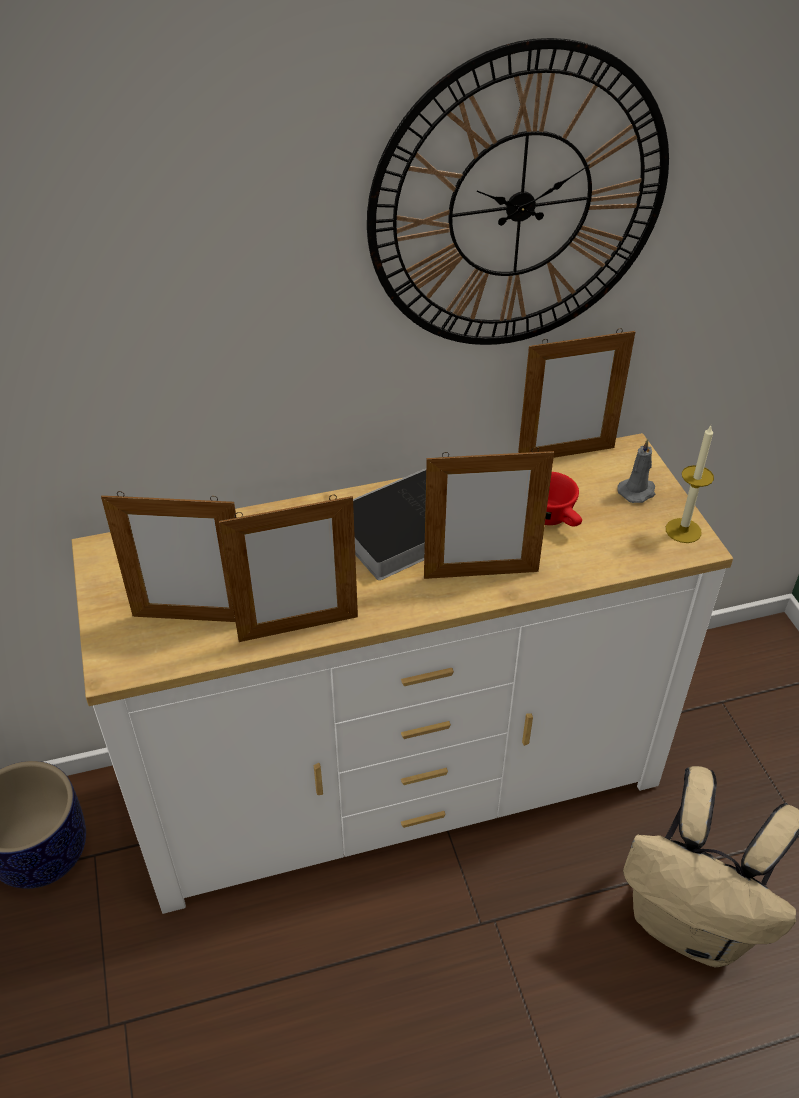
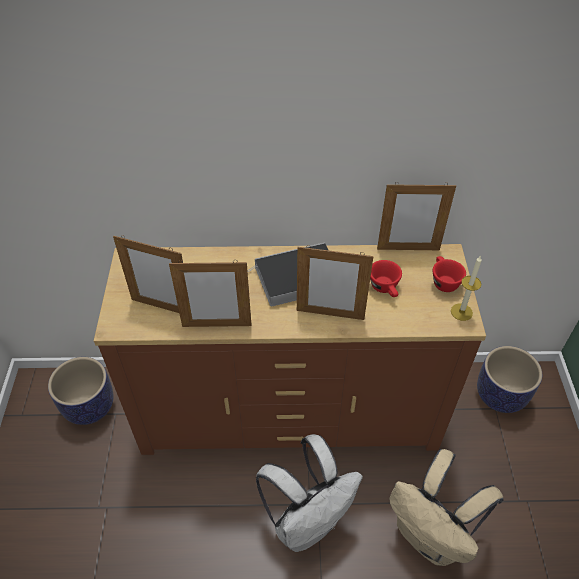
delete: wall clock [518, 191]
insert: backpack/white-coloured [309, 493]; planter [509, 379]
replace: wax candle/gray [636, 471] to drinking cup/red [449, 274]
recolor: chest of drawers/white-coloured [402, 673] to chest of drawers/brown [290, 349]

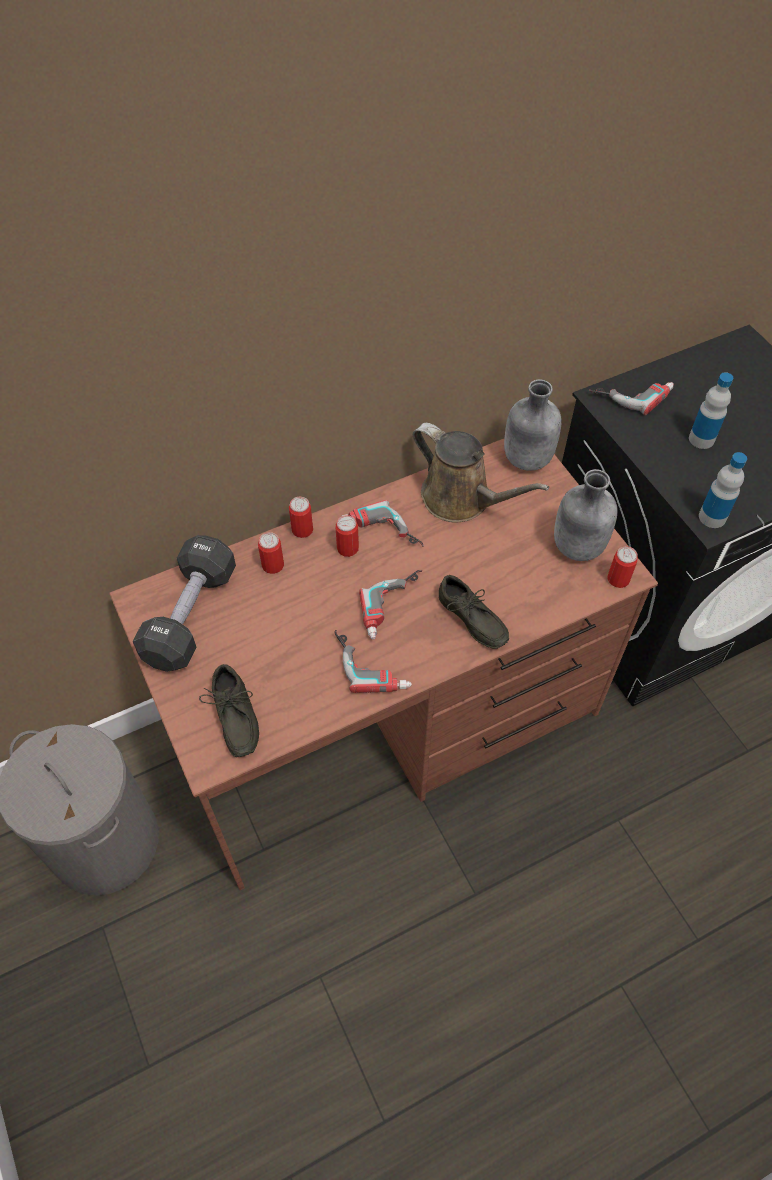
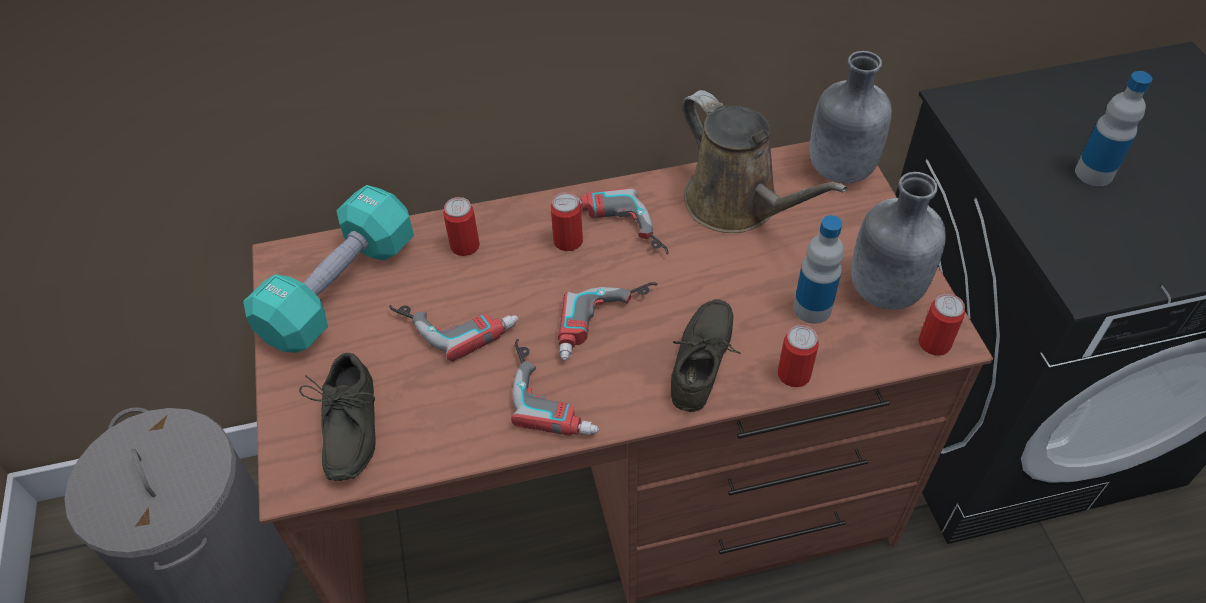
move: sealed can [301, 517] to [798, 356]; power drill [631, 398] to [454, 333]; bottle [723, 490] to [818, 269]
recolor: hand weight/blackish [184, 603] to hand weight/blue-green [328, 269]
rotate: shoe/gray [474, 612] = [706, 355] 135 degrees counterclockwise

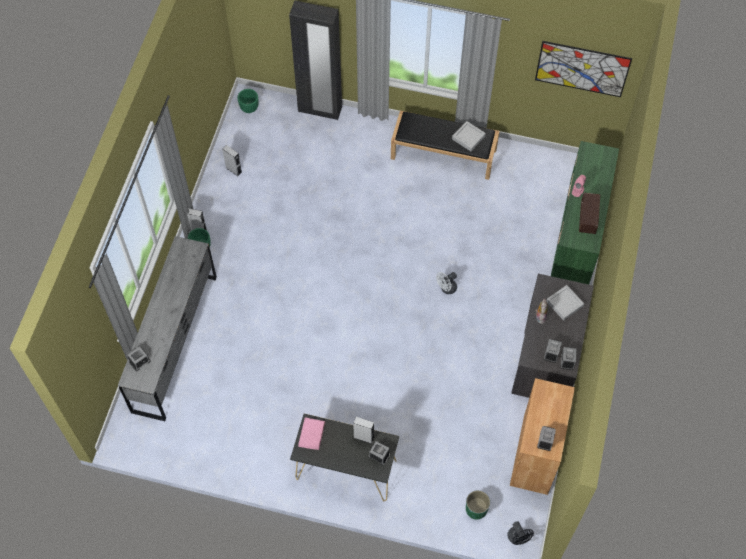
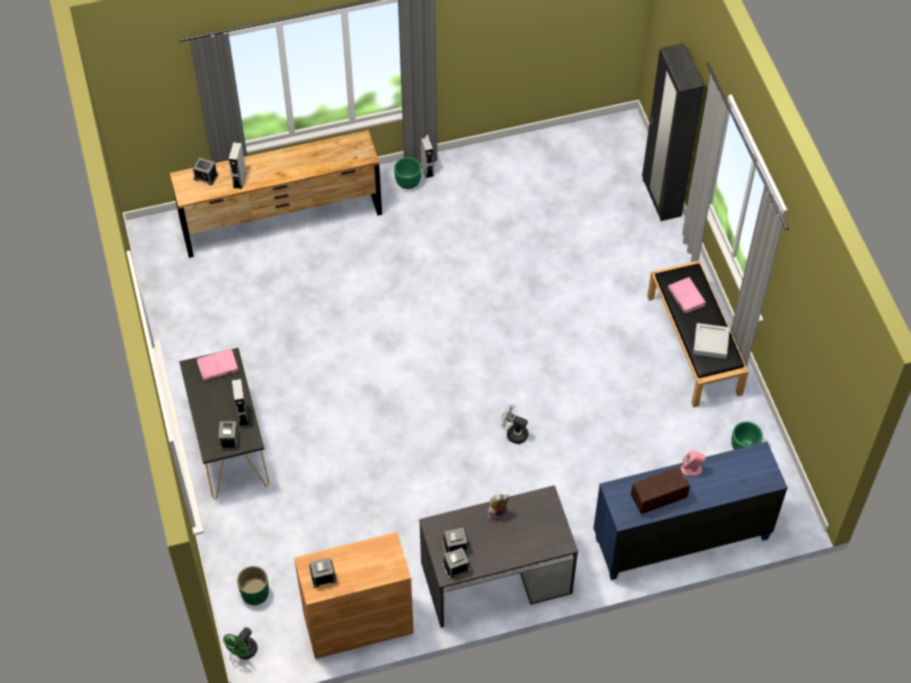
delete: wall picture [583, 69]; serving tray/gray [565, 302]
insert: bound book/pink-coloured [687, 295]
move: speaker/gray [232, 160] to [237, 165]; planter/greenish [248, 101] to [747, 435]
recolor: chest of drawers/gray [167, 328] to chest of drawers/brown [276, 194]; electric fan/blackish [520, 533] to electric fan/greenish [240, 643]; chest of drawers/greenish [585, 212] to chest of drawers/blue-coloured [690, 511]

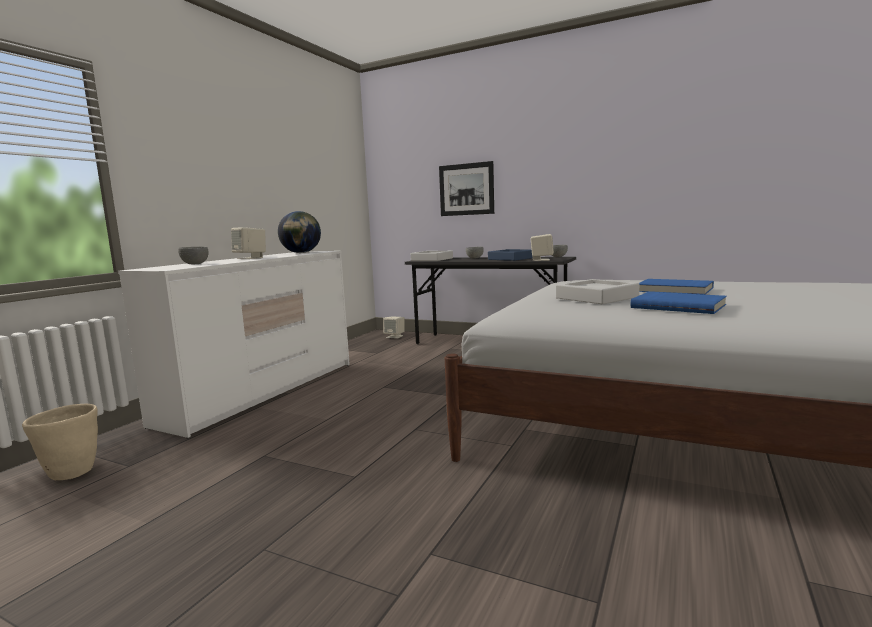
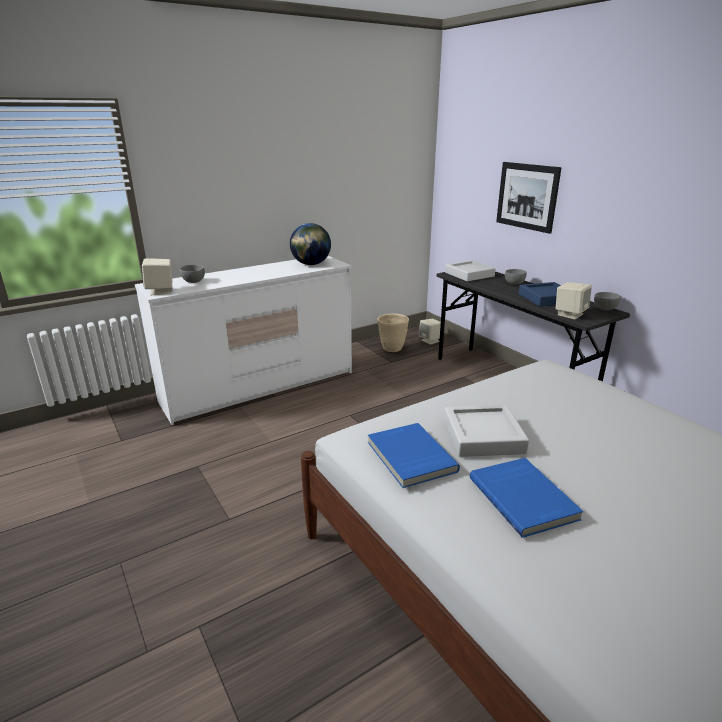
move: planter/beige-coloured [60, 442] to [393, 332]; speaker/beige-coloured [248, 243] to [157, 276]; bound book/blue-coloured [676, 287] to [414, 455]

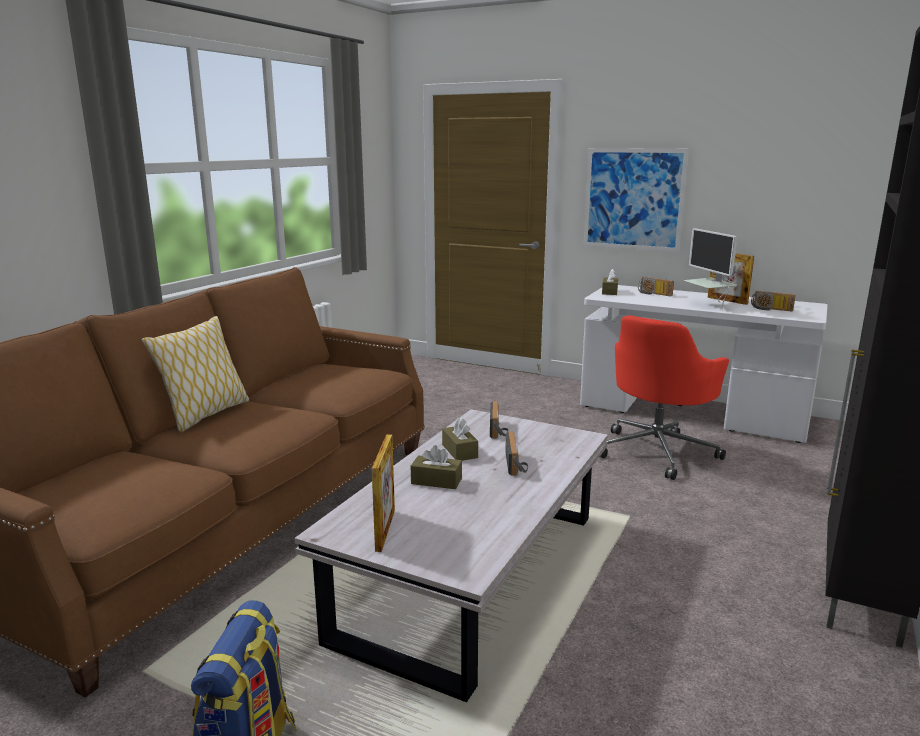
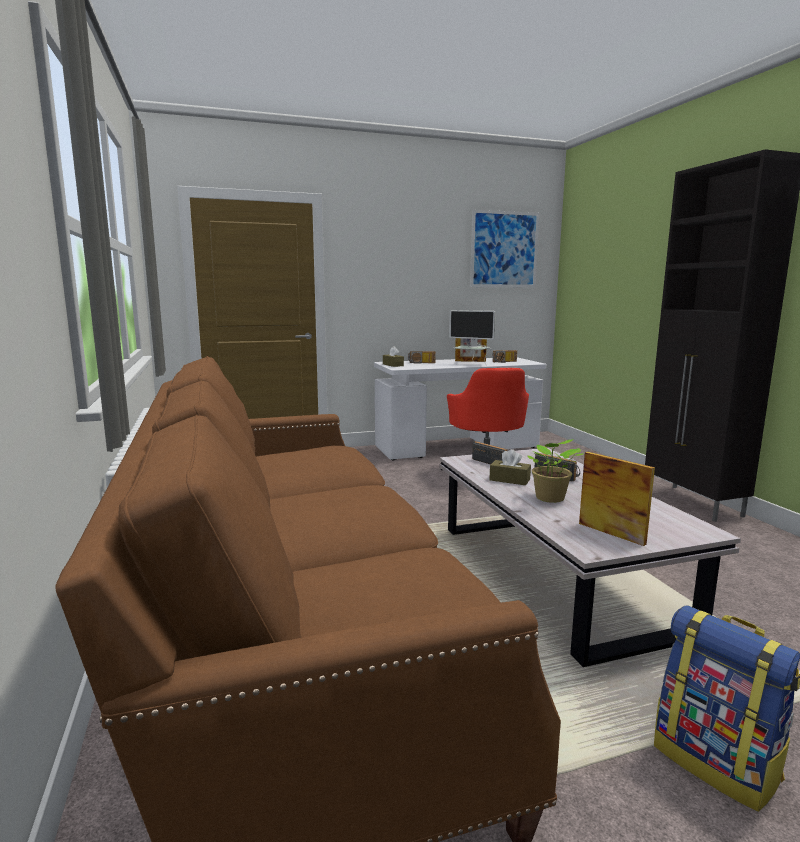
delete: cushion [195, 374]
move: wall picture [636, 200] to [504, 249]
replace: tissue box/brown [436, 467] to plant in a pot [556, 471]

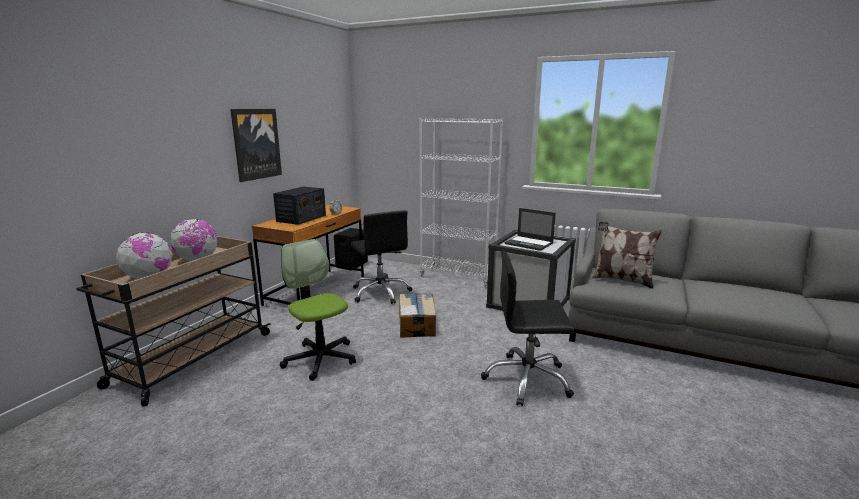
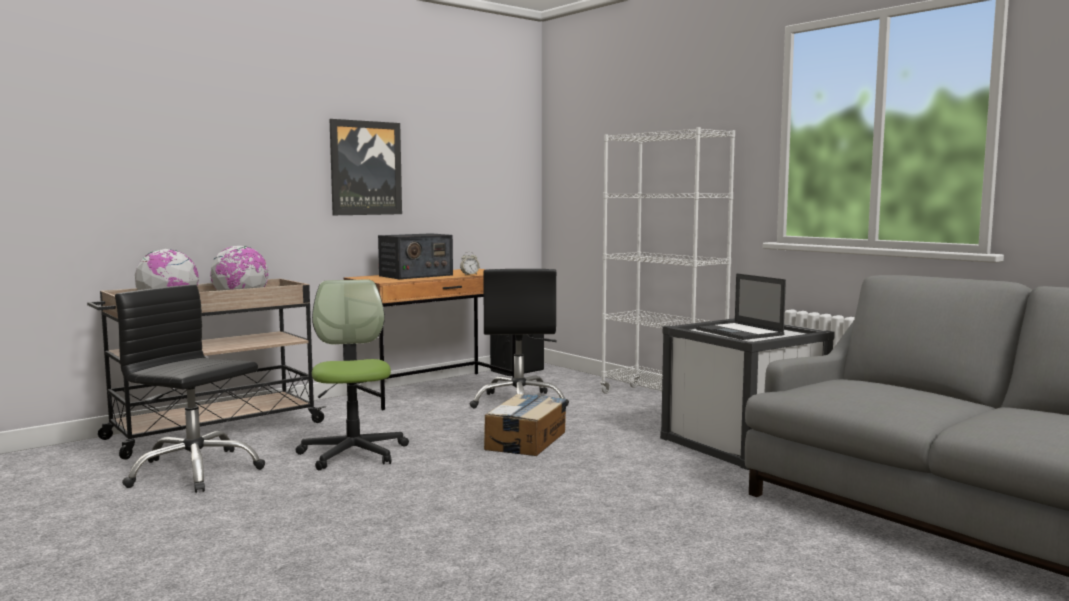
delete: cushion [627, 255]
move: desk chair/blackish [527, 328] to [190, 389]

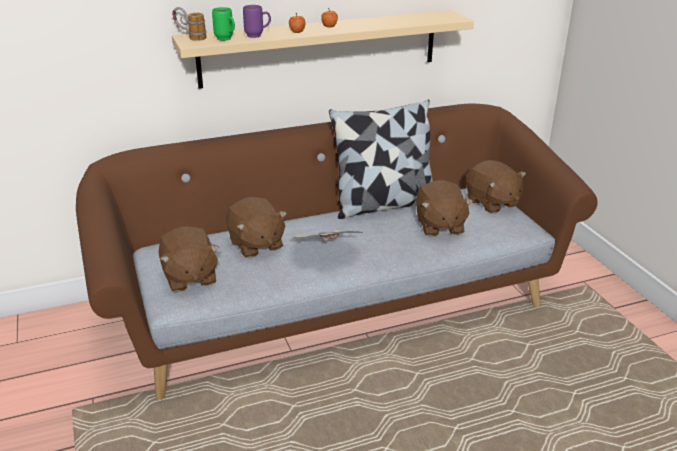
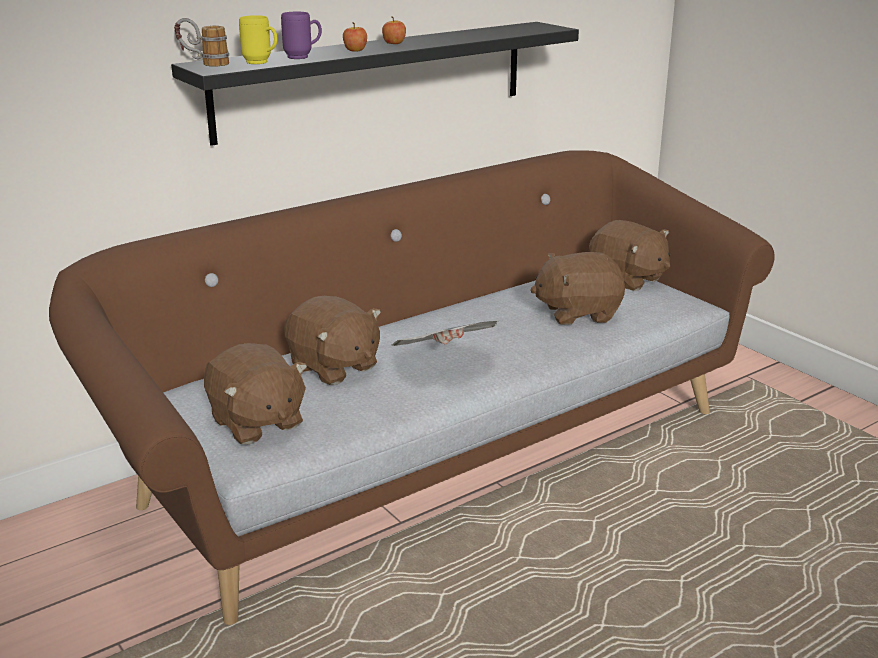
delete: cushion [381, 159]
recolor: wall shelf/beige-coloured [323, 49] to wall shelf/blackish [375, 84]; mug/greenish [223, 24] to mug/yellowish [258, 39]
rotate: cuddly toy/brown [444, 208] = [578, 288] 105 degrees clockwise

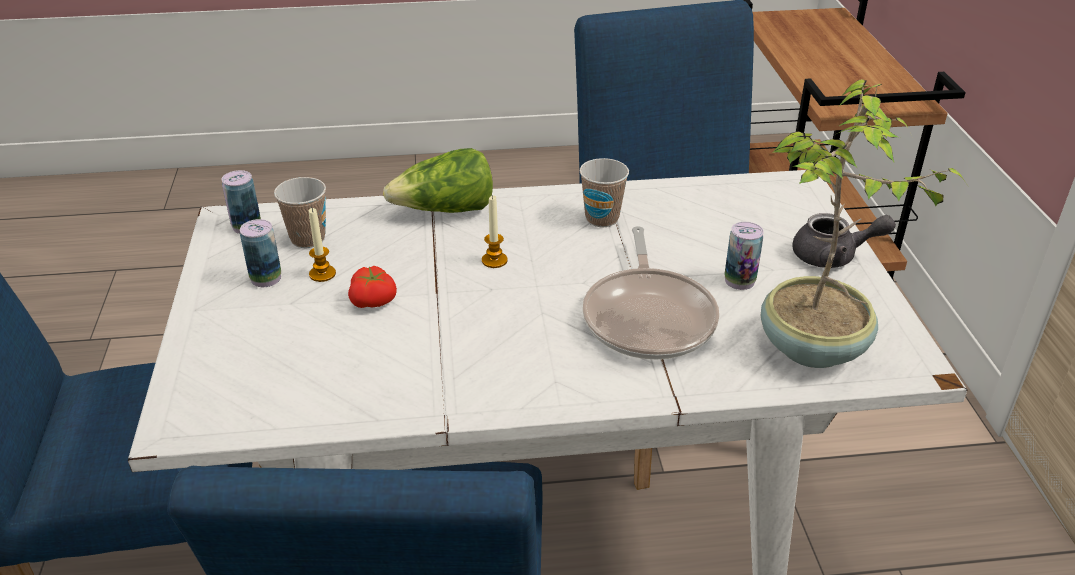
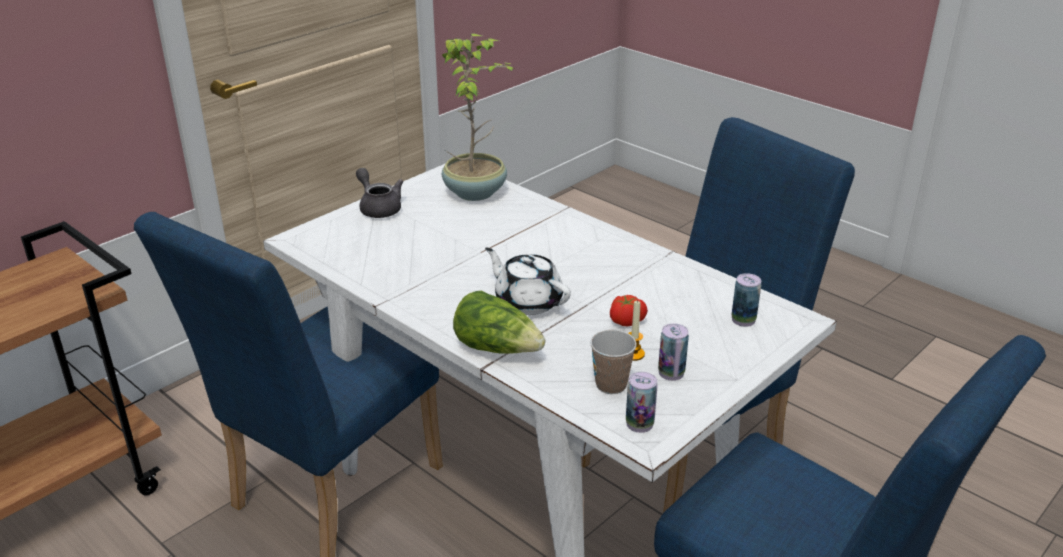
delete: drinking cup [604, 192]; frying pan [651, 293]
move: sealed can [744, 256] to [746, 300]
replace: wax candle [494, 231] to tea pot/white-coloured [528, 281]

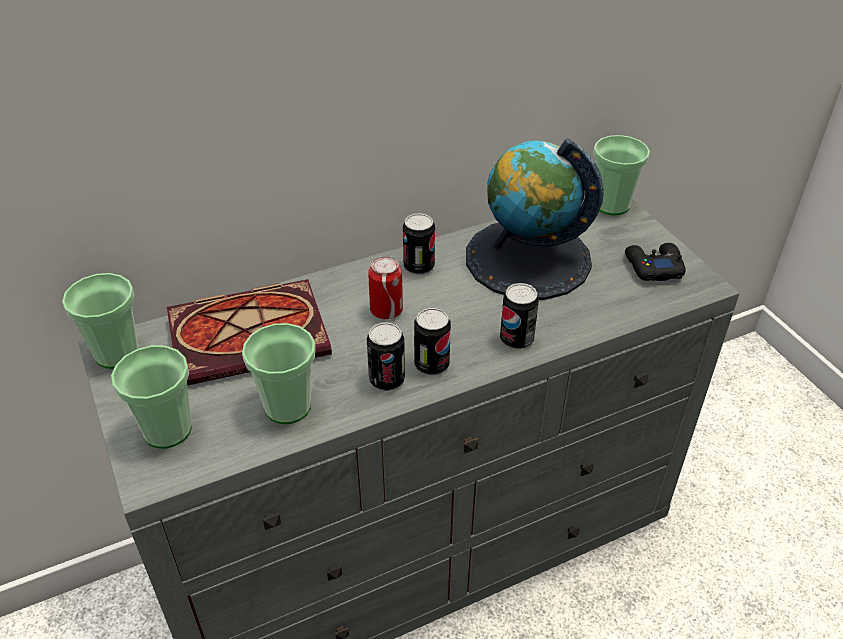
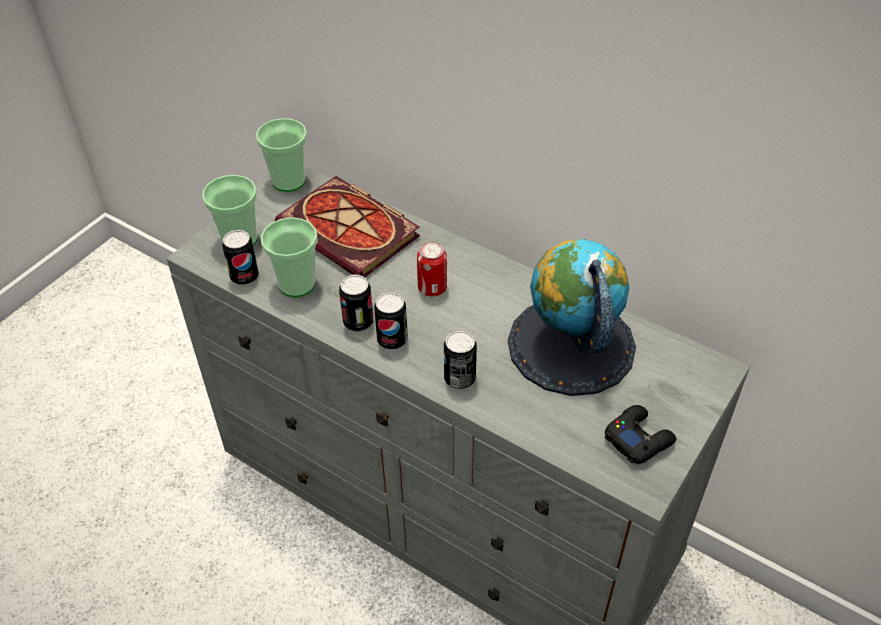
delete: drinking cup [621, 175]
move: sealed can [419, 244] to [240, 257]

